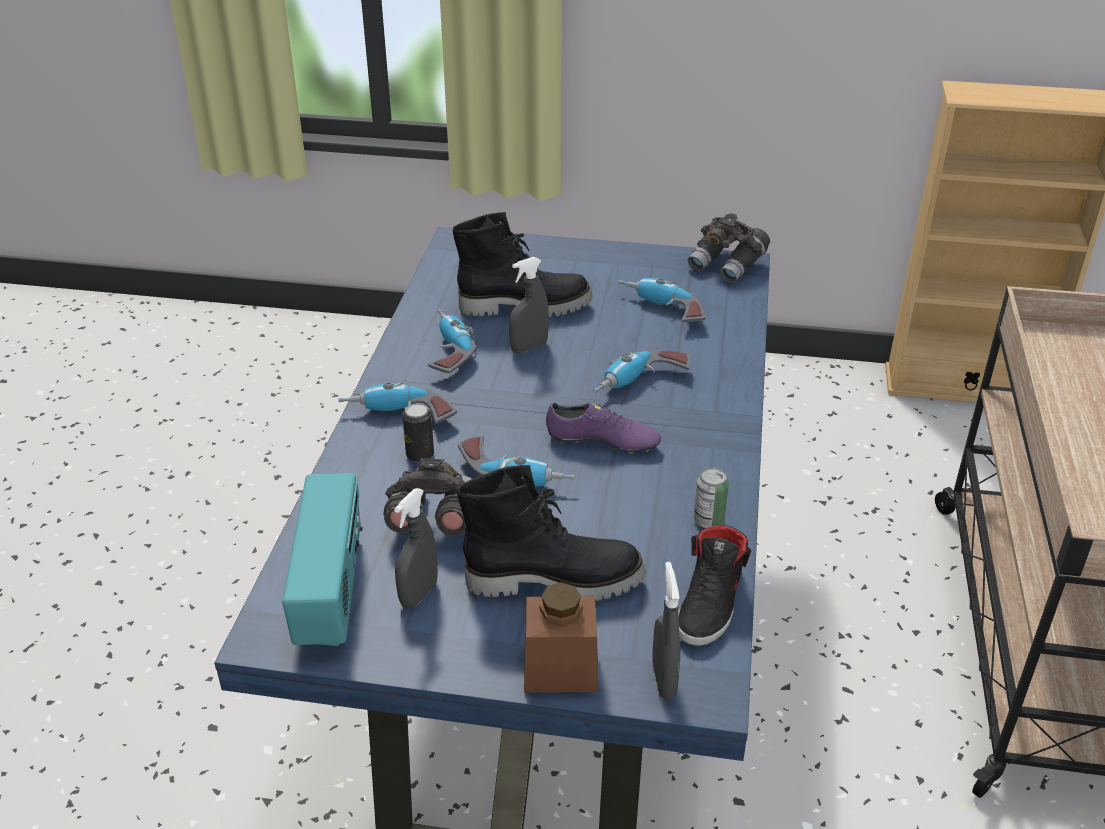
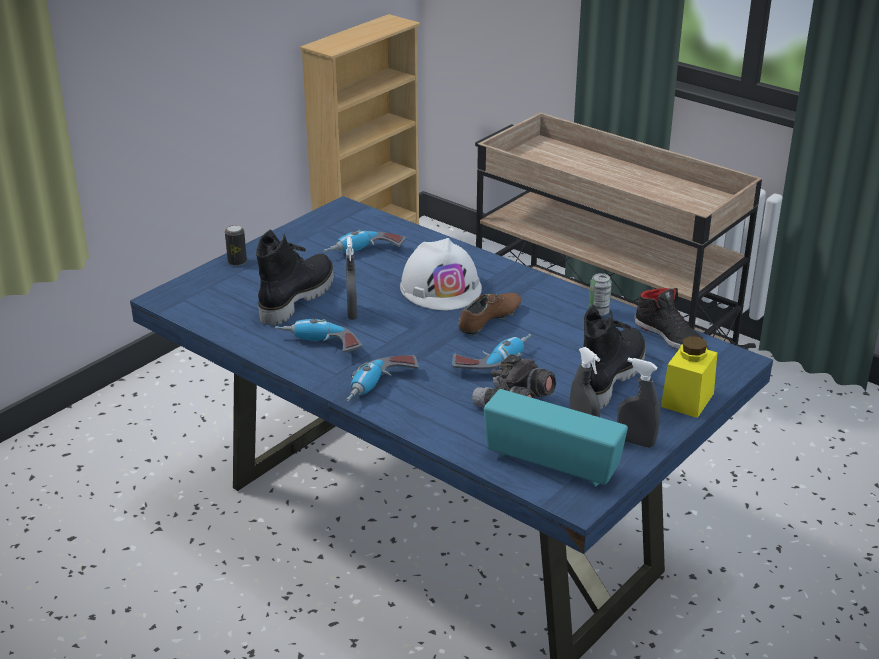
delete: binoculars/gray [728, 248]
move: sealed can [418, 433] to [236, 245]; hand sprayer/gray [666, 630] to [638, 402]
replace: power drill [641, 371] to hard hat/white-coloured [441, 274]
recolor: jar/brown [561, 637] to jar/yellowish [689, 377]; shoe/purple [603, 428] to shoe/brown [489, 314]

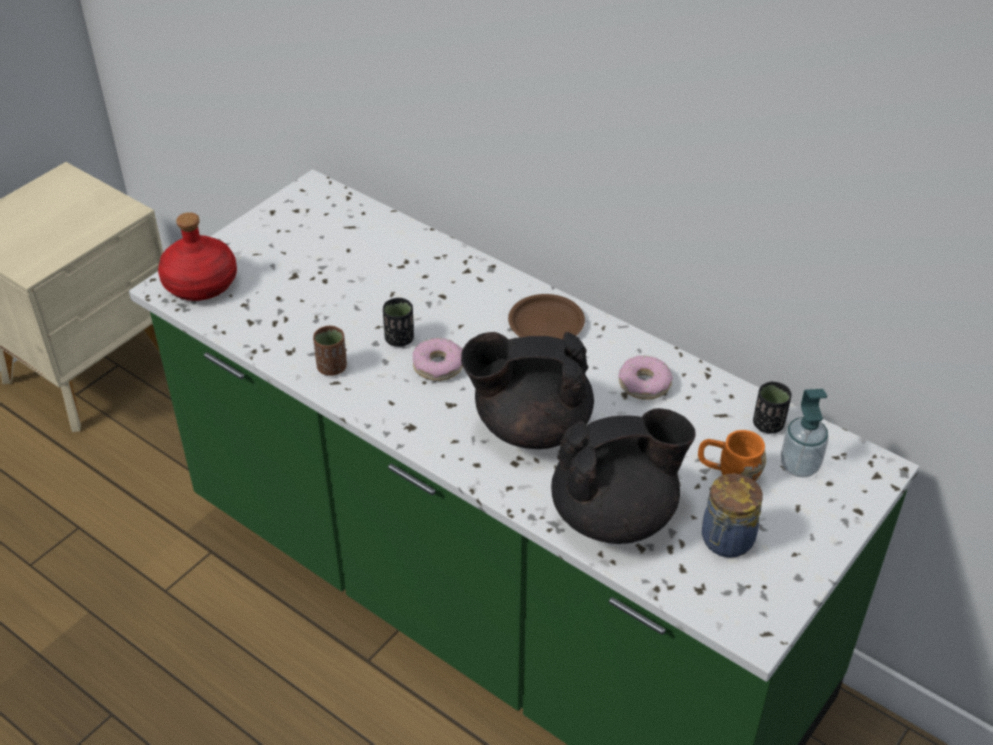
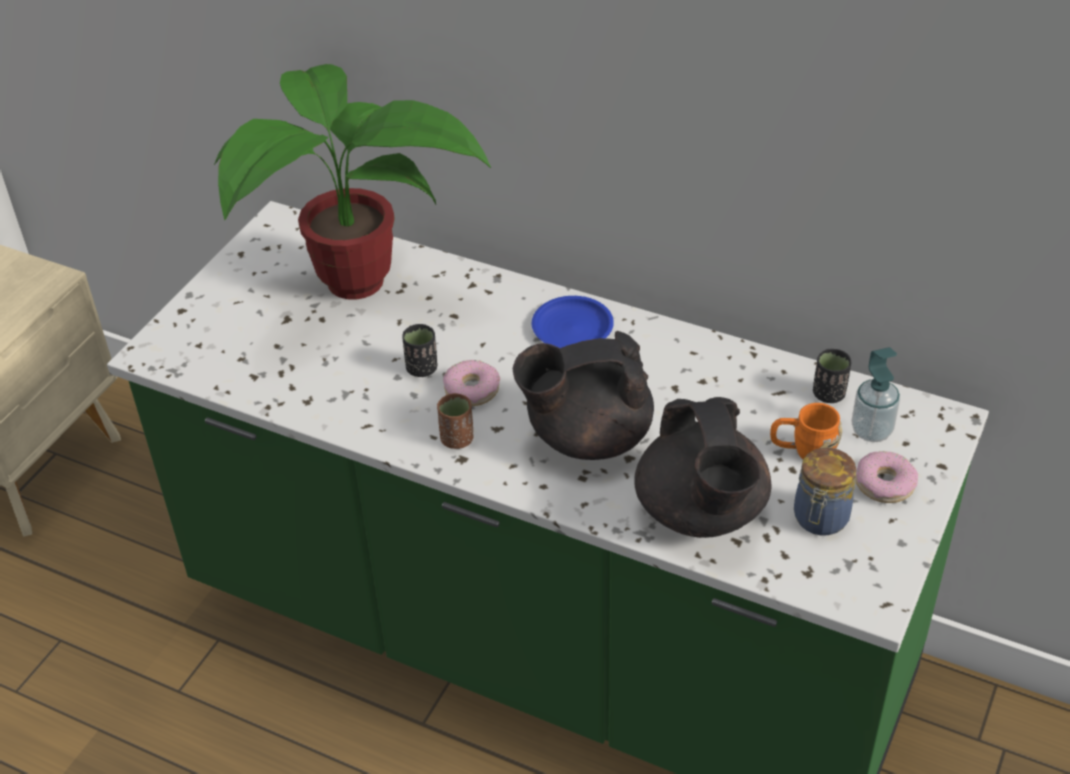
delete: bottle/red [197, 256]
insert: plant in a pot [352, 182]
move: drinking cup/brown [330, 351] to [455, 421]; doughnut [645, 377] to [886, 477]
recolor: flat dish/brown [546, 316] to flat dish/blue-coloured [573, 322]
rotate: tea pot/blackish [623, 476] = [703, 467] 105 degrees clockwise

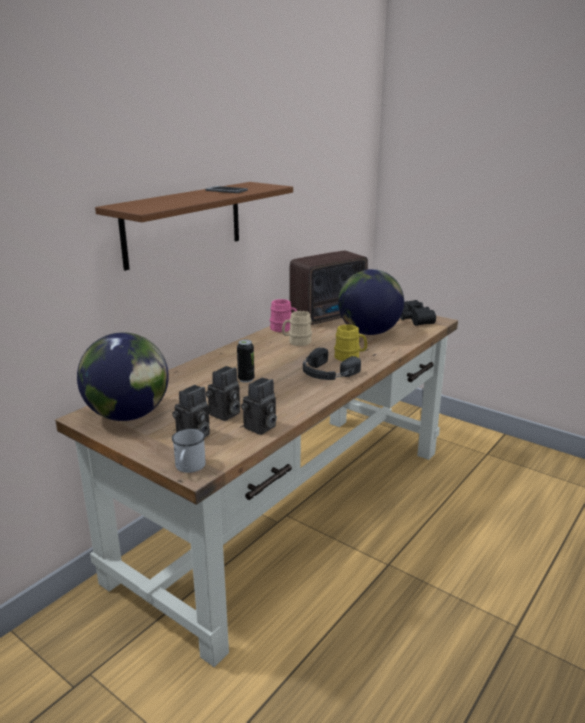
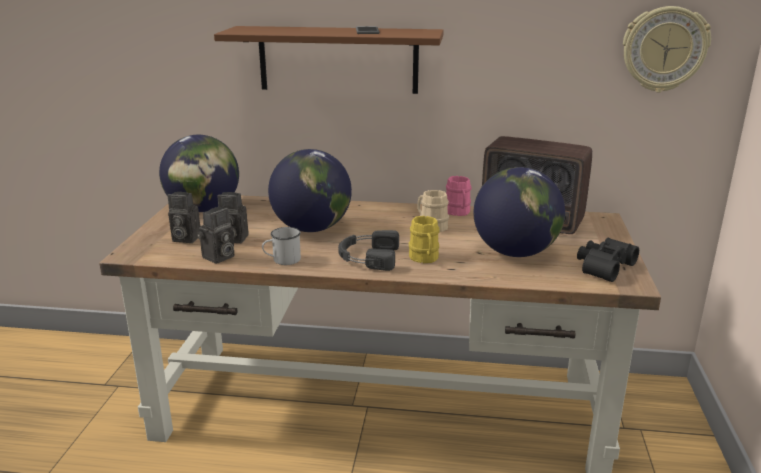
insert: wall clock [667, 49]
move: mug/white-coloured [189, 450] to [281, 246]
replace: sealed can [245, 361] to world globe [310, 190]
rotate: photo camera [259, 406] = [216, 235] 60 degrees counterclockwise

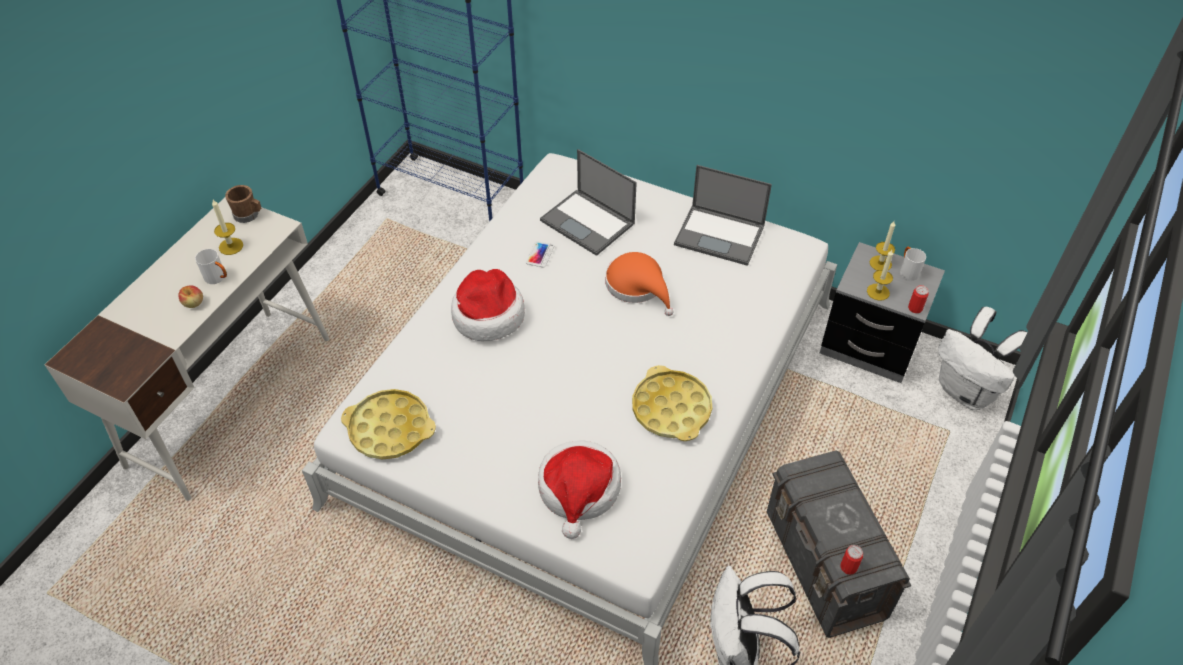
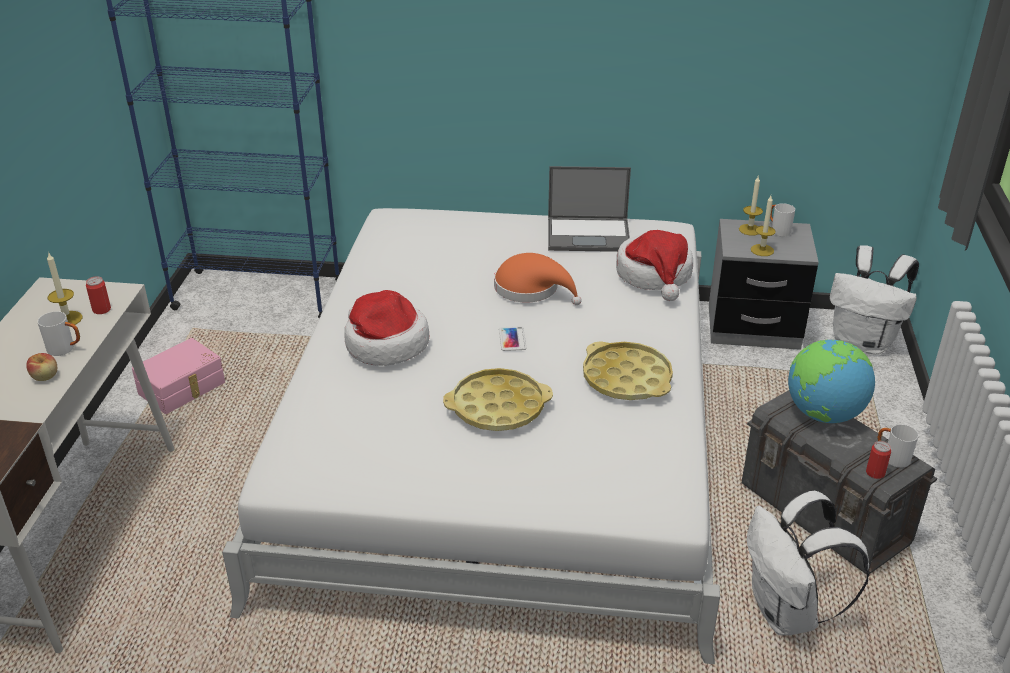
delete: mug/brown [243, 204]; portable computer [588, 202]
insert: storage bin/pink-coloured [178, 376]; world globe [831, 381]; mug/white-coloured [898, 446]
move: serving tray/yellowish [388, 424] to [498, 399]; handset [540, 254] to [513, 338]; wearable hat [579, 489] to [654, 265]; sealed can [918, 299] to [98, 295]

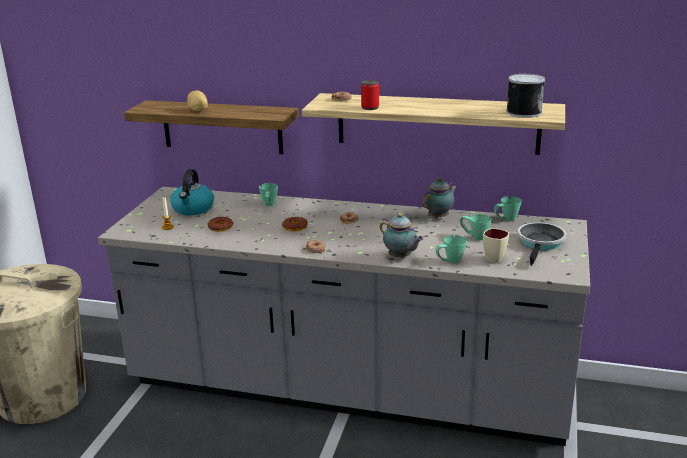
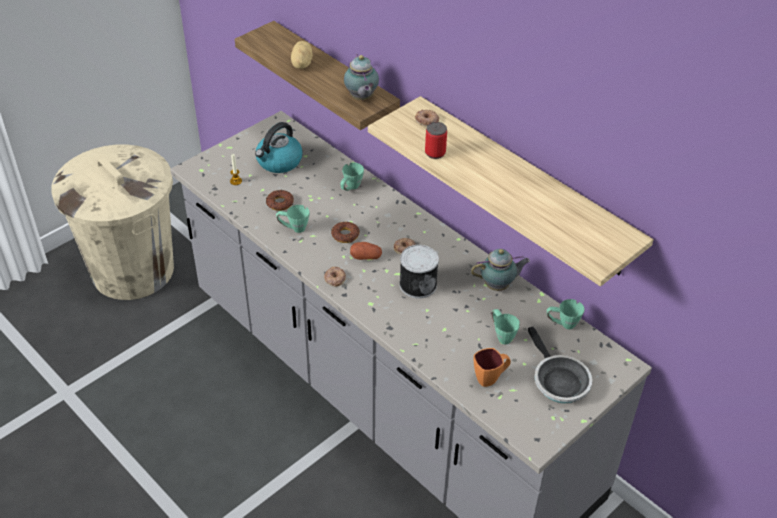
insert: spud [366, 251]
move: tea pot [402, 235] to [361, 77]; mug/greenish [451, 249] to [293, 219]; sealed can [525, 96] to [419, 271]
recolor: mug/beige-coloured [496, 245] to mug/orange-coloured [492, 367]
rotate: frying pan [542, 244] = [560, 365] 105 degrees clockwise

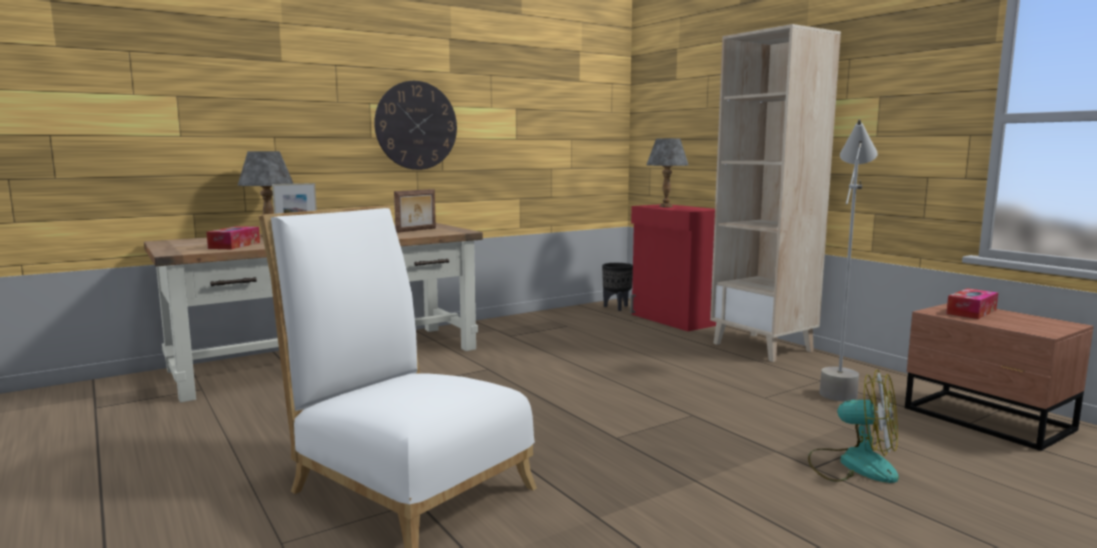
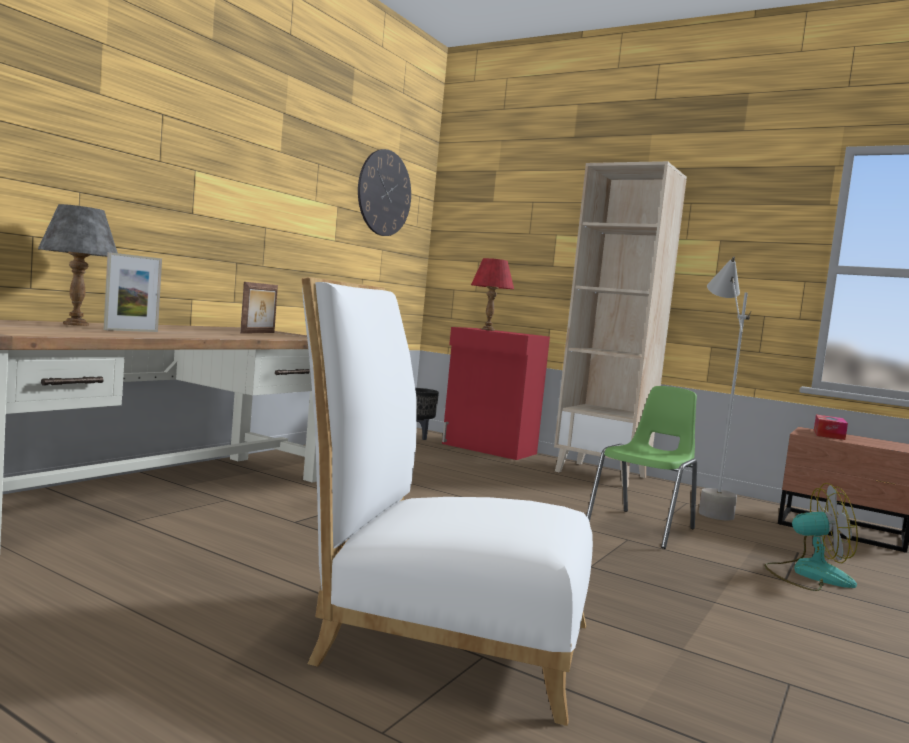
delete: tissue box [233, 237]
insert: chair/greenish [641, 467]
move: wall clock [415, 125] to [384, 192]
recolor: tabletop lamp/gray [667, 172] to tabletop lamp/red [492, 294]

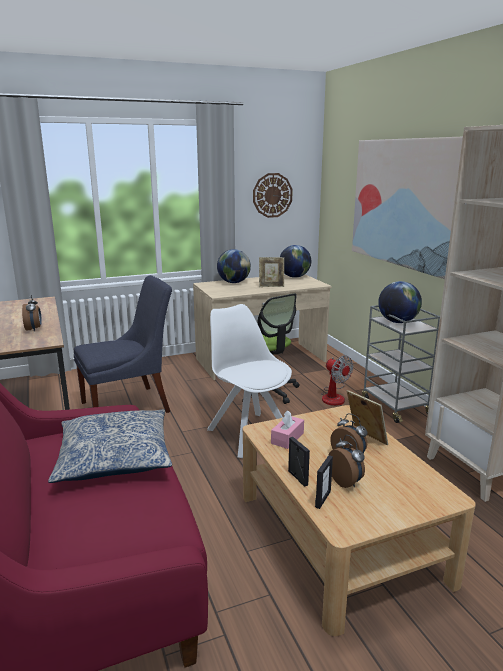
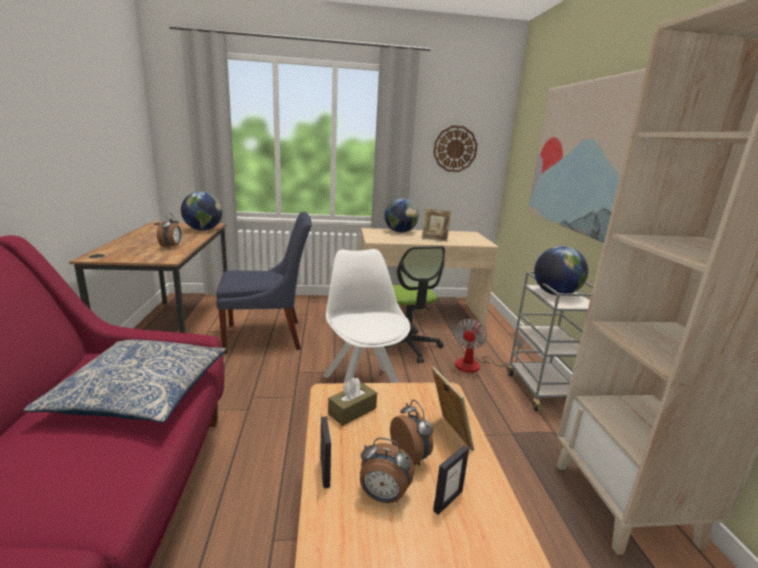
move: world globe [295, 261] to [201, 211]; photo frame [324, 482] to [451, 480]
recolor: tissue box/pink-coloured [287, 429] to tissue box/brown [352, 401]
rotate: electric fan [337, 380] = [489, 346] 45 degrees clockwise; table clock [347, 461] = [387, 470] 120 degrees clockwise

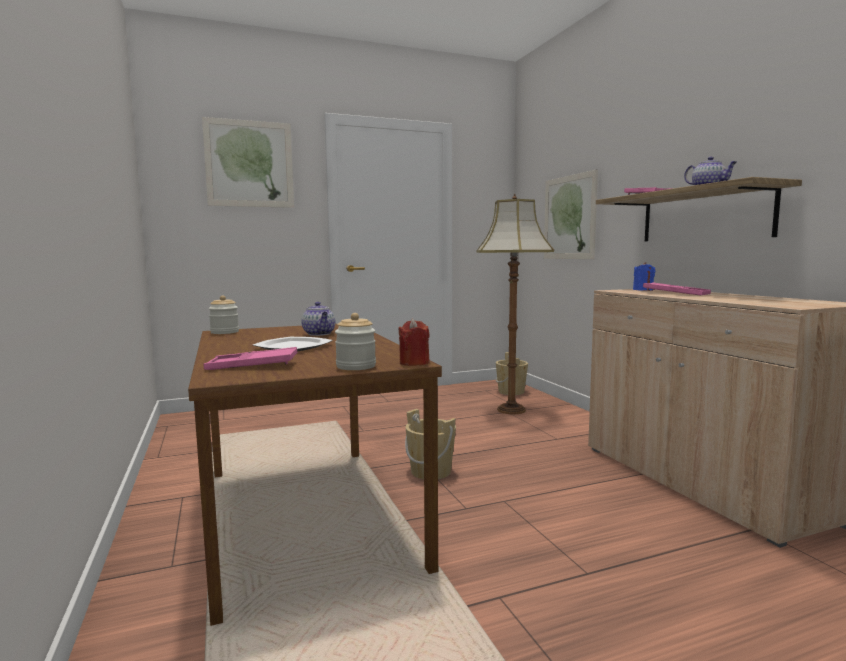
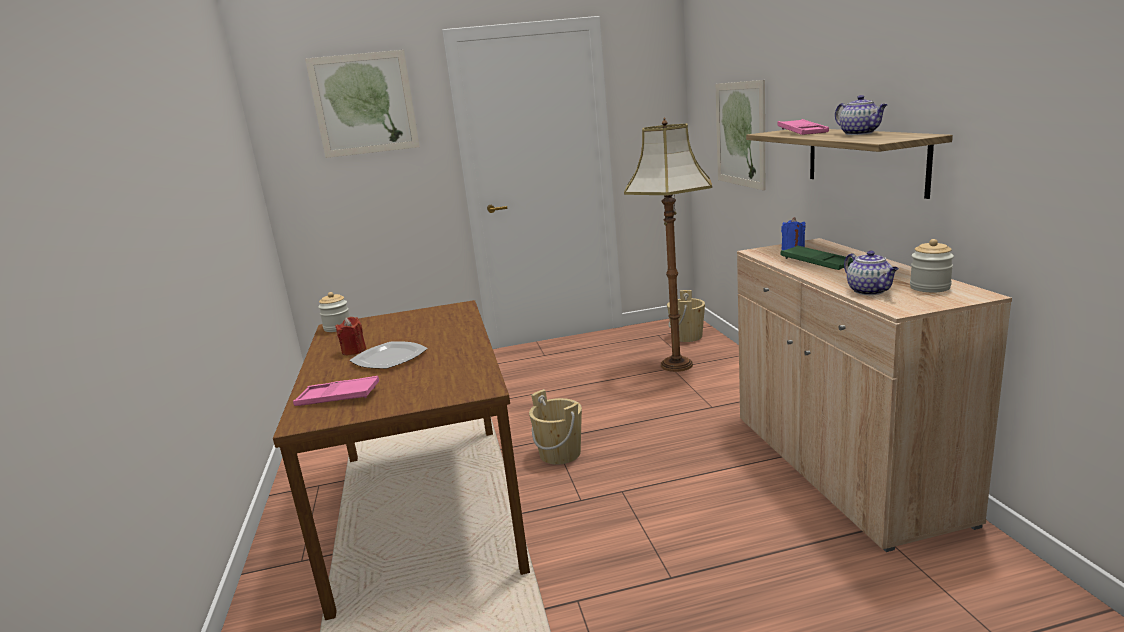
move: tea pot [318, 319] to [871, 273]; jar [355, 341] to [932, 265]; wax candle/red [414, 342] to [350, 336]
recolor: serving tray/pink-coloured [677, 288] to serving tray/greenish [817, 257]

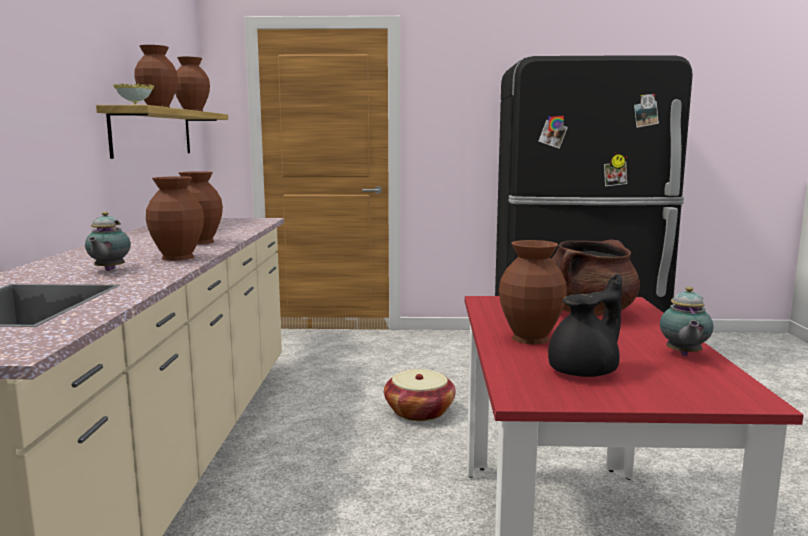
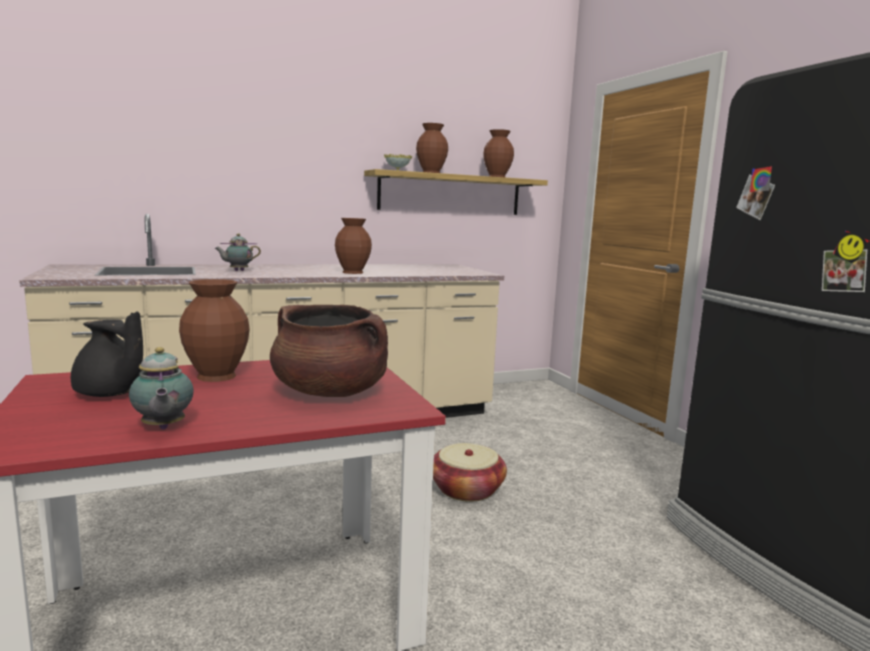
delete: vase/brown [175, 218]
rotate: tea pot [686, 321] = [161, 388] 105 degrees counterclockwise

